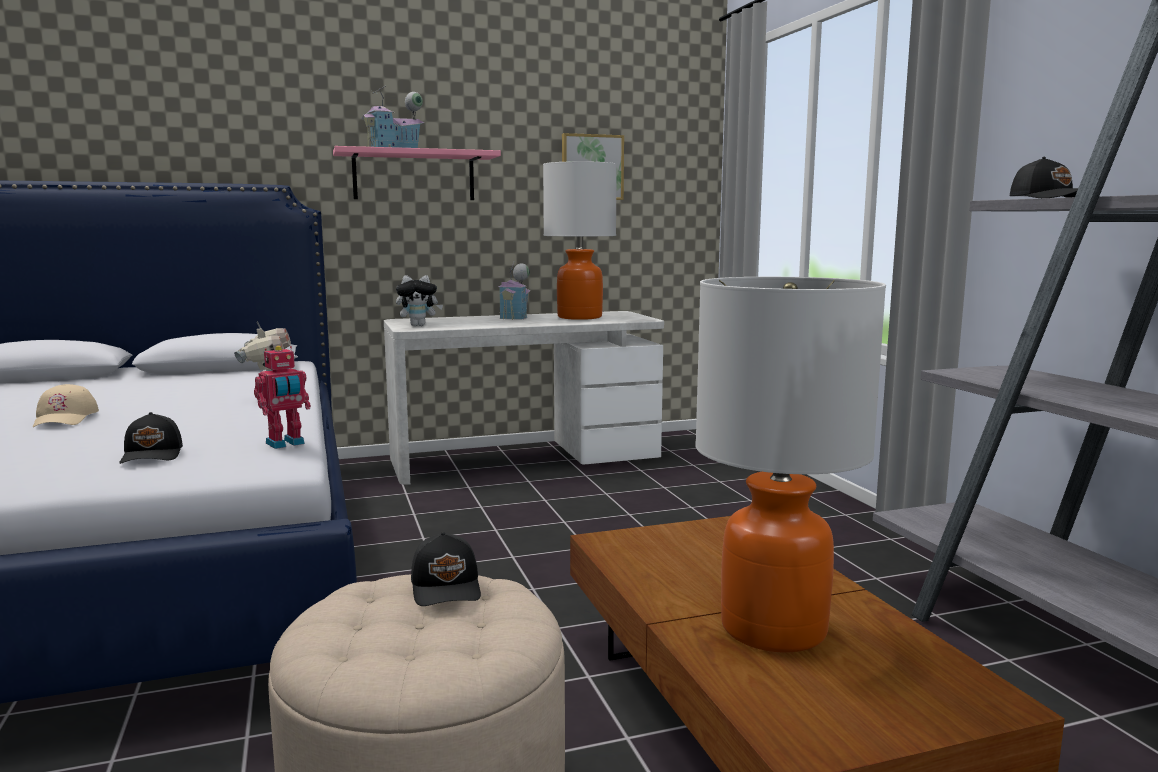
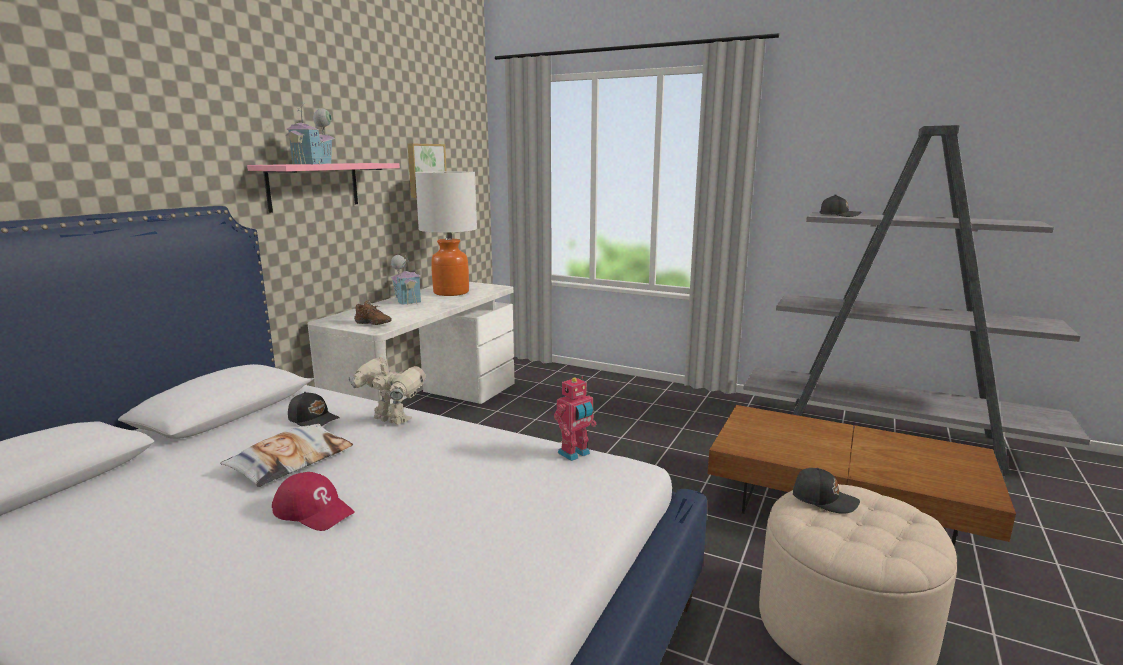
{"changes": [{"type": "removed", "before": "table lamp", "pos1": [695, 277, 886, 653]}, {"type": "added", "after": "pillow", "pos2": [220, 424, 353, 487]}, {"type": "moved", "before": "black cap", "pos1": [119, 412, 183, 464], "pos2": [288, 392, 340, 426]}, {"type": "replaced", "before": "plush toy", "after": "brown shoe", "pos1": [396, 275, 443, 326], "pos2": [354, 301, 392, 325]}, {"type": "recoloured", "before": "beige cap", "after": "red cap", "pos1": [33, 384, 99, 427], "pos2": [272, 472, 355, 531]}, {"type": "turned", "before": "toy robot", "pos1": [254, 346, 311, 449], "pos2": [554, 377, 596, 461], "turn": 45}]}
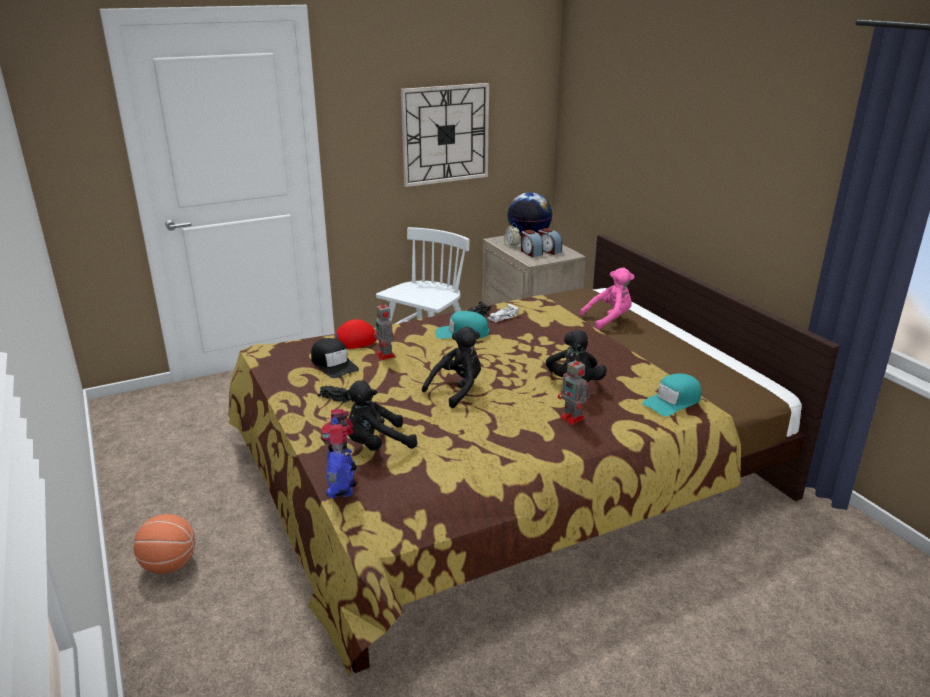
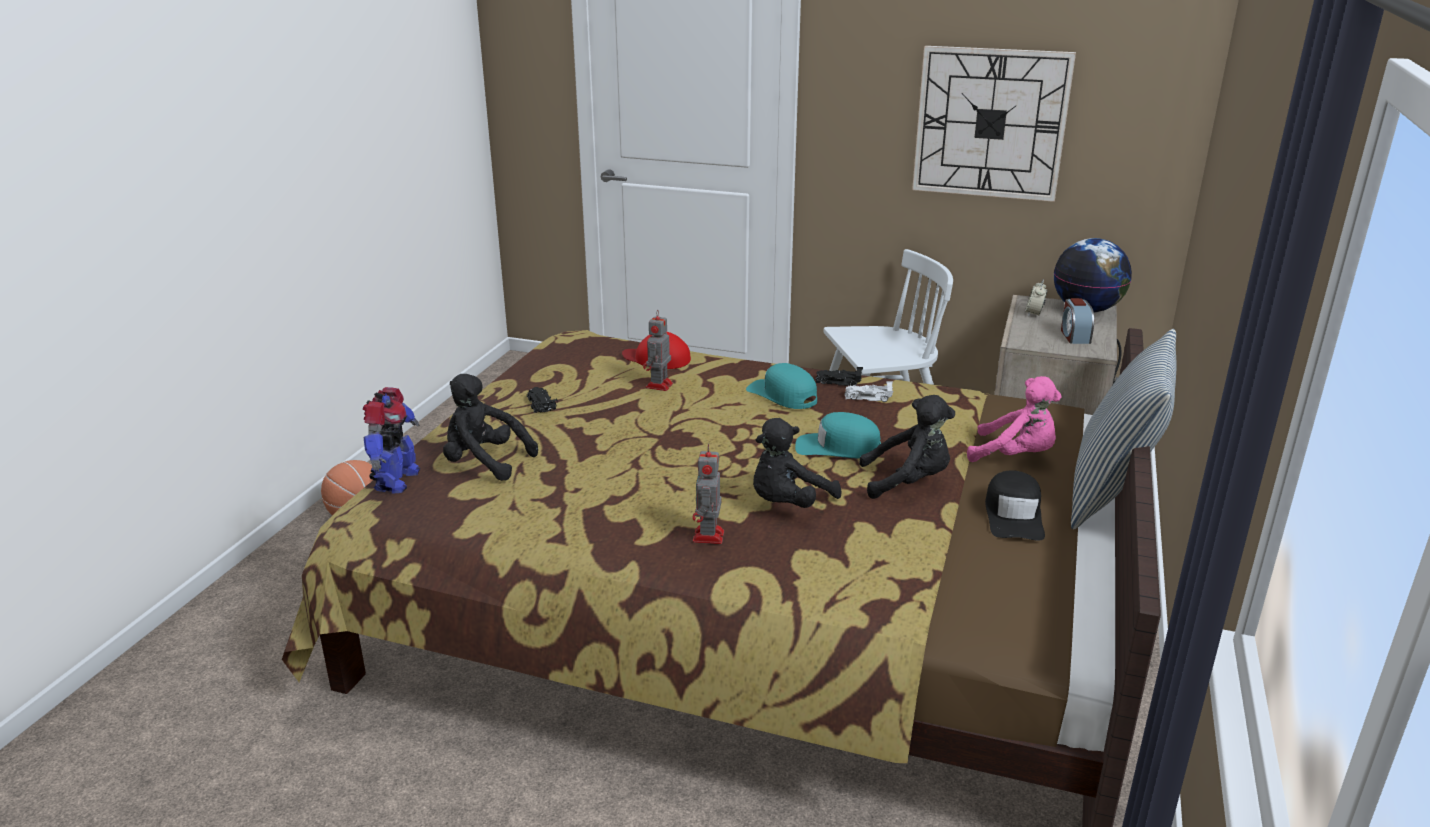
{"changes": [{"type": "removed", "before": "alarm clock", "pos1": [521, 230, 543, 257]}, {"type": "added", "after": "pillow", "pos2": [1071, 329, 1177, 529]}, {"type": "moved", "before": "black cap", "pos1": [311, 338, 359, 378], "pos2": [985, 470, 1045, 541]}, {"type": "moved", "before": "black plush toy", "pos1": [422, 326, 481, 408], "pos2": [859, 395, 955, 499]}, {"type": "moved", "before": "turquoise cap", "pos1": [642, 373, 701, 416], "pos2": [795, 412, 881, 459]}, {"type": "turned", "before": "toy robot", "pos1": [320, 409, 357, 498], "pos2": [363, 387, 420, 494], "turn": 150}]}
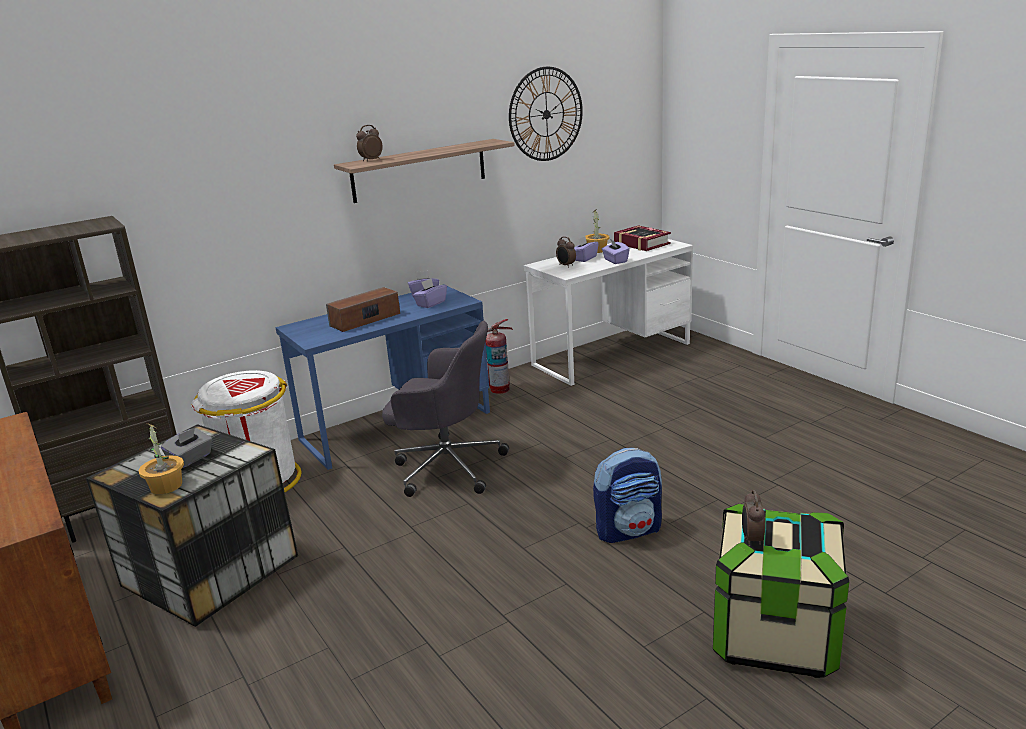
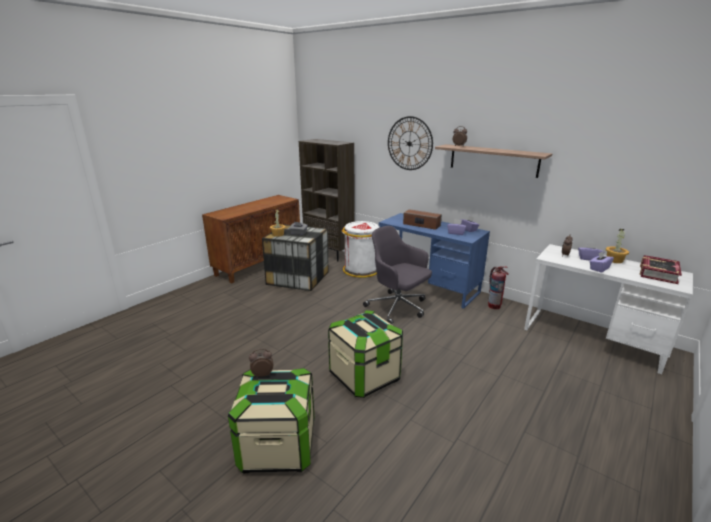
{"changes": [{"type": "moved", "before": "wall clock", "pos1": [509, 67, 583, 161], "pos2": [388, 116, 433, 170]}, {"type": "replaced", "before": "backpack", "after": "storage box", "pos1": [593, 448, 662, 543], "pos2": [328, 310, 403, 398]}, {"type": "turned", "before": "grey office chair", "pos1": [382, 321, 509, 497], "pos2": [363, 226, 432, 324], "turn": 135}]}
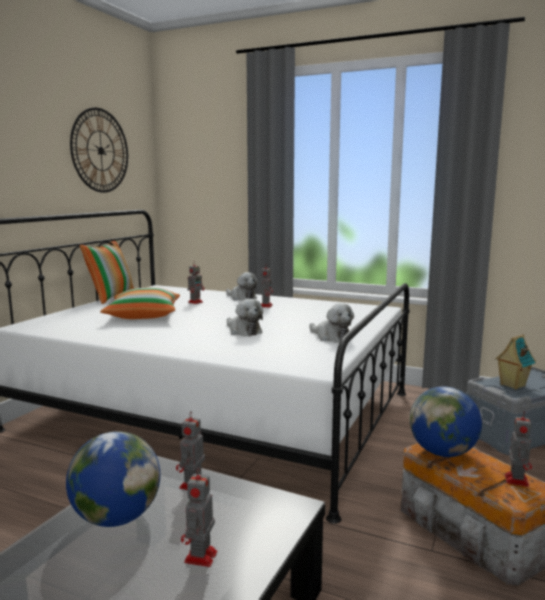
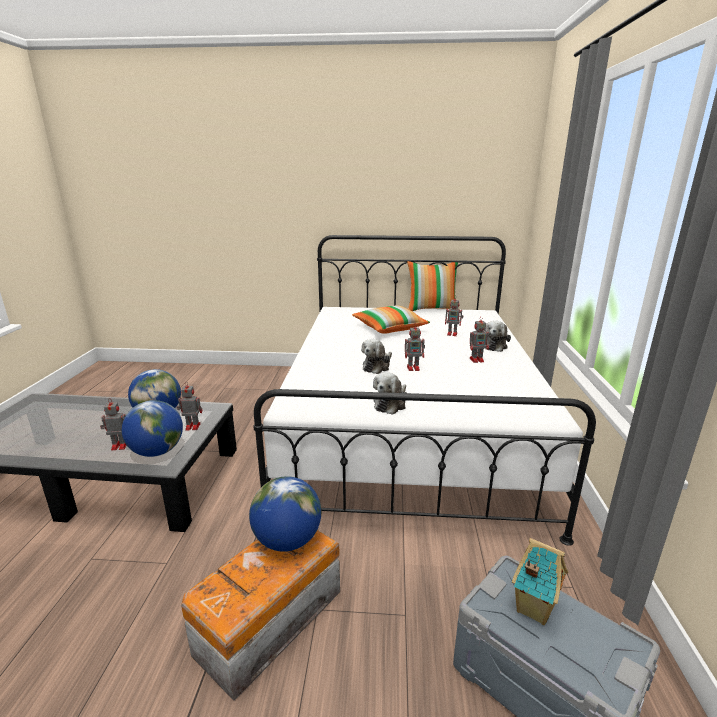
{"changes": [{"type": "removed", "before": "wall clock", "pos1": [70, 108, 128, 193]}, {"type": "added", "after": "globe", "pos2": [122, 400, 183, 457]}, {"type": "moved", "before": "toy robot", "pos1": [505, 412, 532, 487], "pos2": [405, 325, 425, 371]}]}
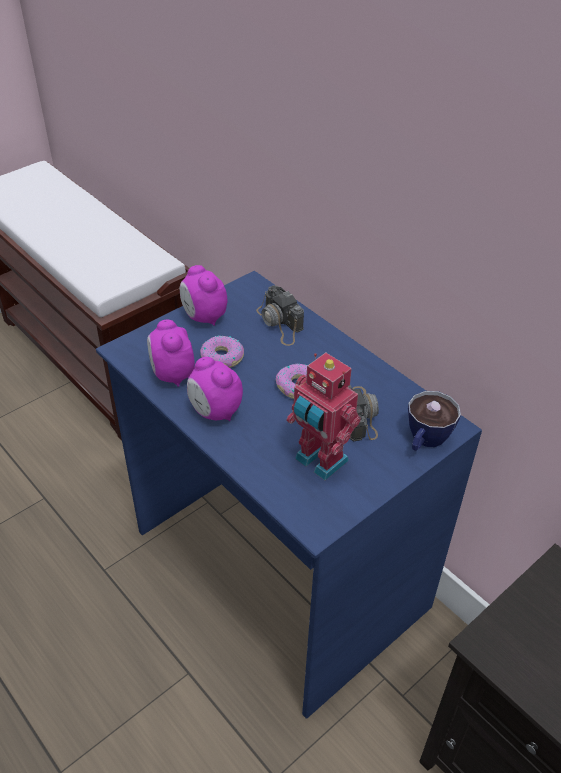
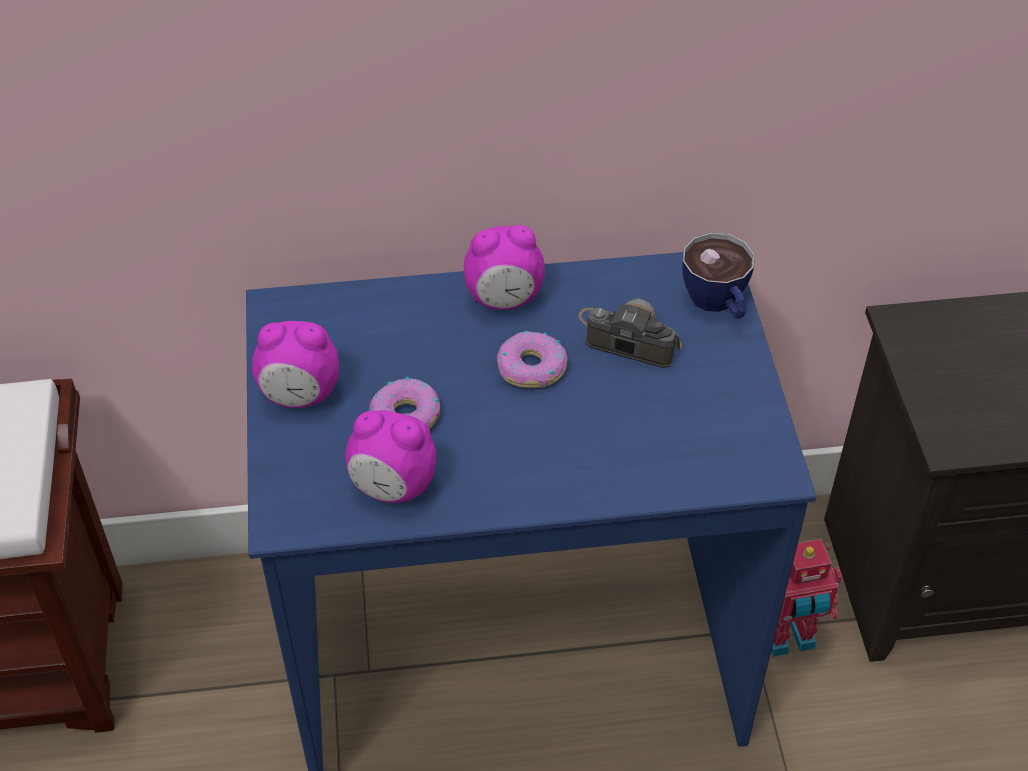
{"changes": [{"type": "removed", "before": "photo camera", "pos1": [256, 285, 304, 346]}, {"type": "moved", "before": "alarm clock", "pos1": [187, 357, 243, 421], "pos2": [464, 225, 545, 310]}, {"type": "moved", "before": "toy robot", "pos1": [287, 353, 361, 480], "pos2": [771, 539, 842, 657]}]}
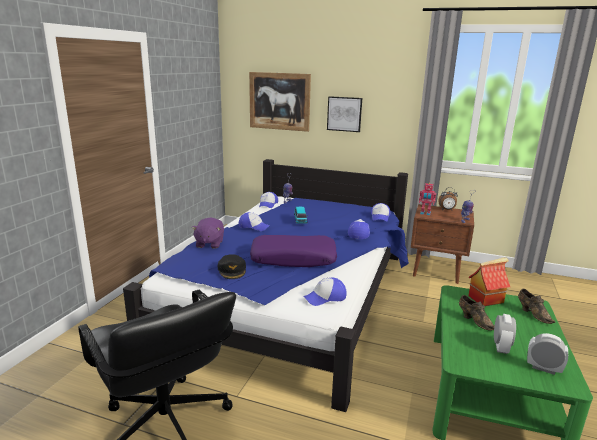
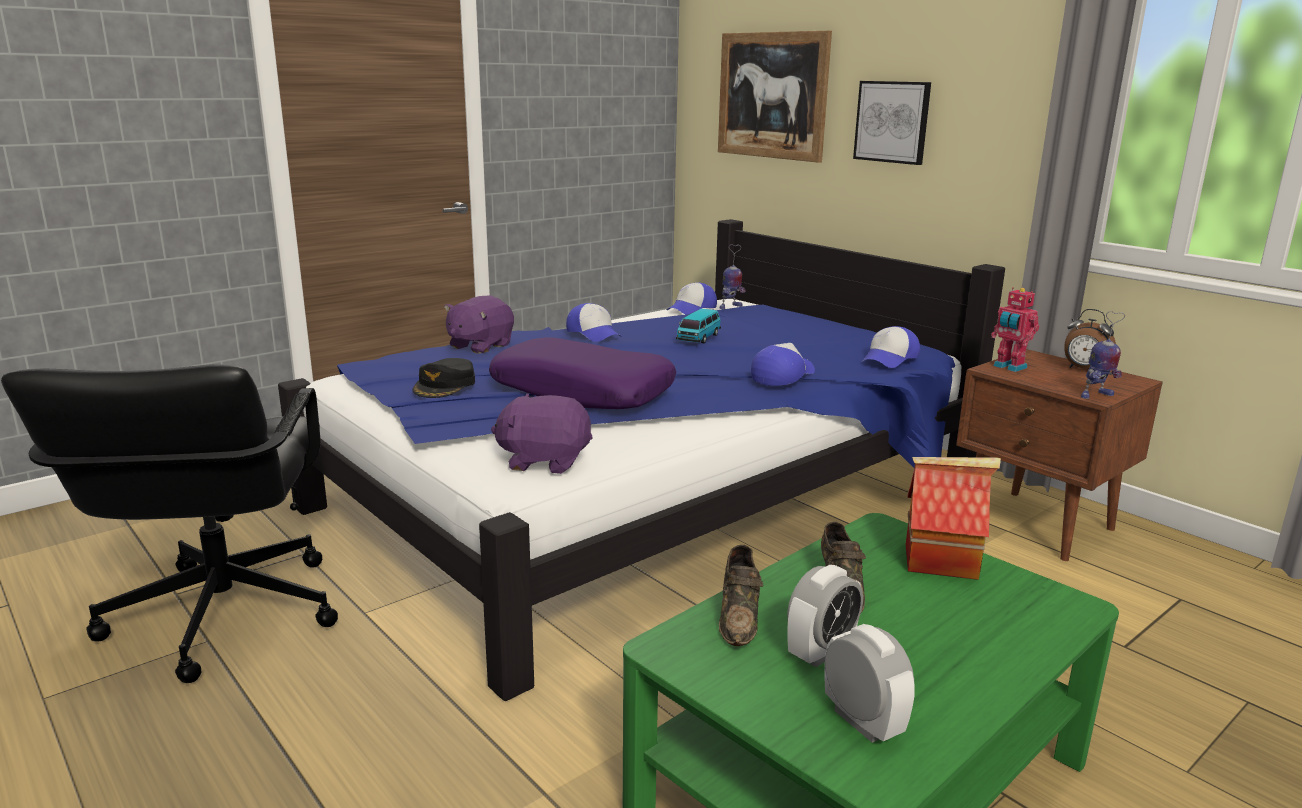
{"changes": [{"type": "moved", "before": "brown shoe", "pos1": [518, 289, 555, 324], "pos2": [719, 545, 763, 646]}, {"type": "replaced", "before": "cap", "after": "purple plush toy", "pos1": [303, 278, 347, 306], "pos2": [491, 393, 593, 474]}]}
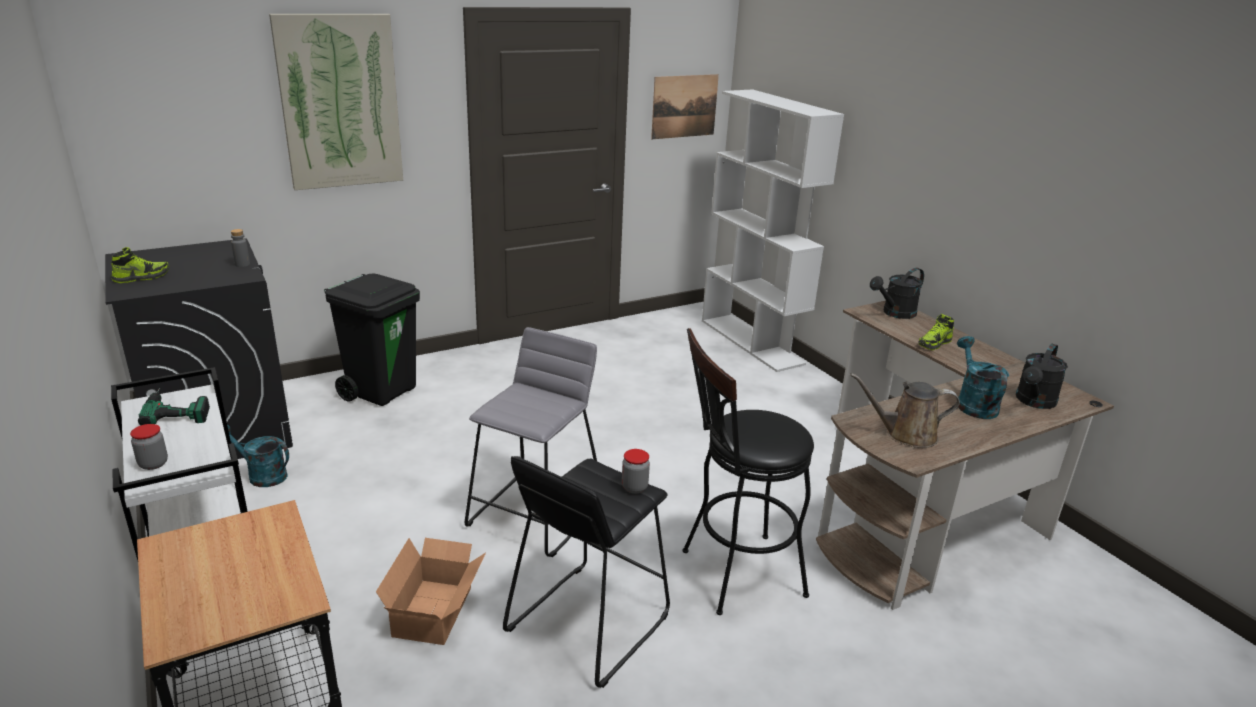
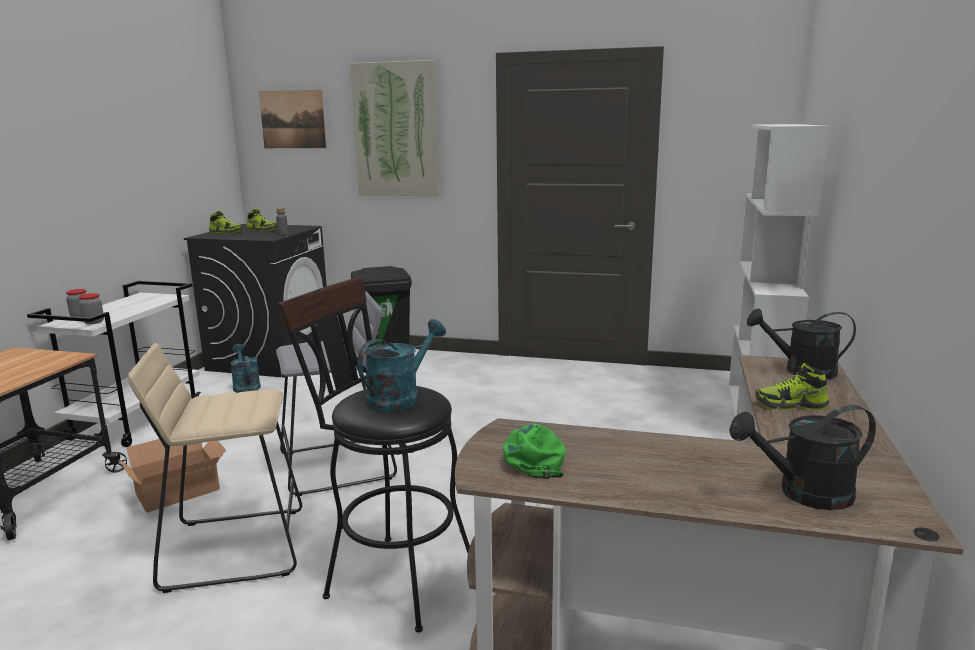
{"changes": [{"type": "removed", "before": "power drill", "pos1": [138, 388, 210, 426]}, {"type": "added", "after": "shoe", "pos2": [246, 208, 277, 231]}, {"type": "moved", "before": "jar", "pos1": [622, 449, 650, 493], "pos2": [79, 293, 104, 324]}, {"type": "moved", "before": "picture", "pos1": [651, 74, 719, 139], "pos2": [259, 90, 327, 148]}, {"type": "moved", "before": "turquoise watering can", "pos1": [957, 336, 1009, 419], "pos2": [357, 319, 446, 412]}, {"type": "replaced", "before": "brown watering can", "after": "green cap", "pos1": [850, 373, 960, 448], "pos2": [503, 423, 566, 479]}, {"type": "recoloured", "before": "black stool", "after": "beige stool", "pos1": [503, 456, 670, 688], "pos2": [128, 343, 302, 593]}]}
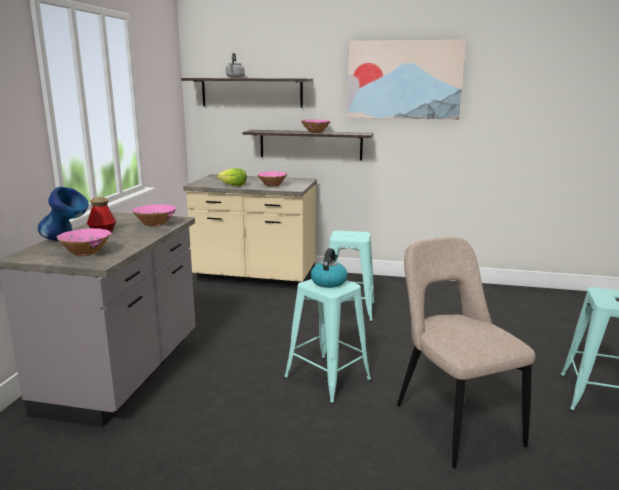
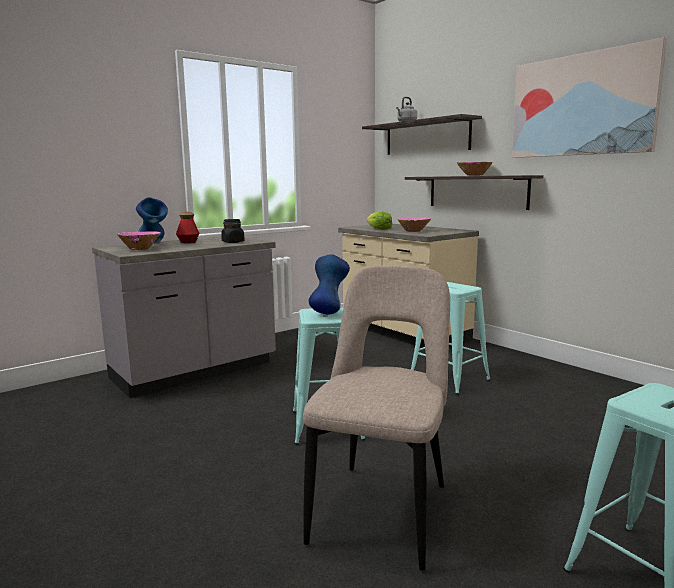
{"changes": [{"type": "replaced", "before": "pink bowl", "after": "black jar", "pos1": [132, 204, 176, 226], "pos2": [221, 219, 245, 243]}, {"type": "replaced", "before": "kettle", "after": "blue vase", "pos1": [311, 248, 348, 288], "pos2": [309, 254, 350, 315]}]}
